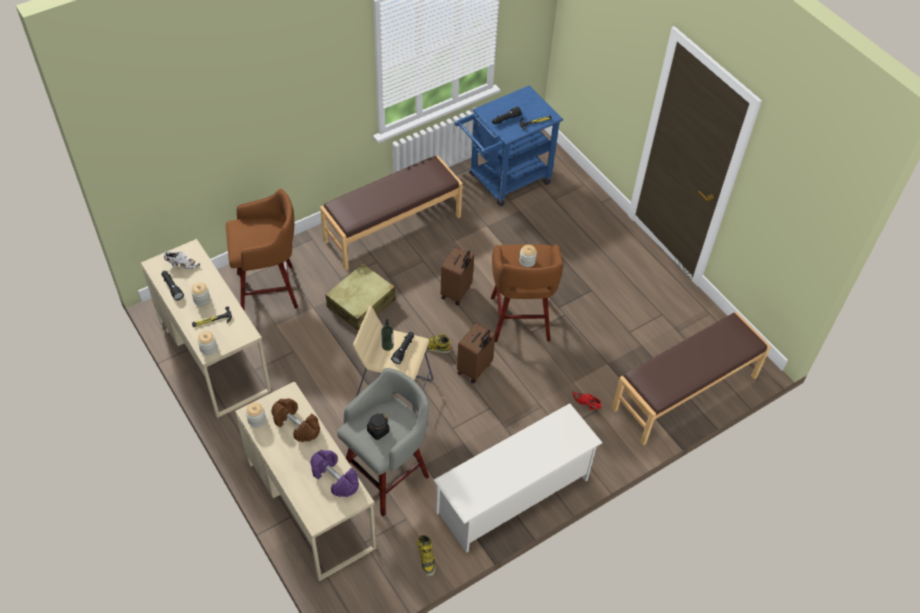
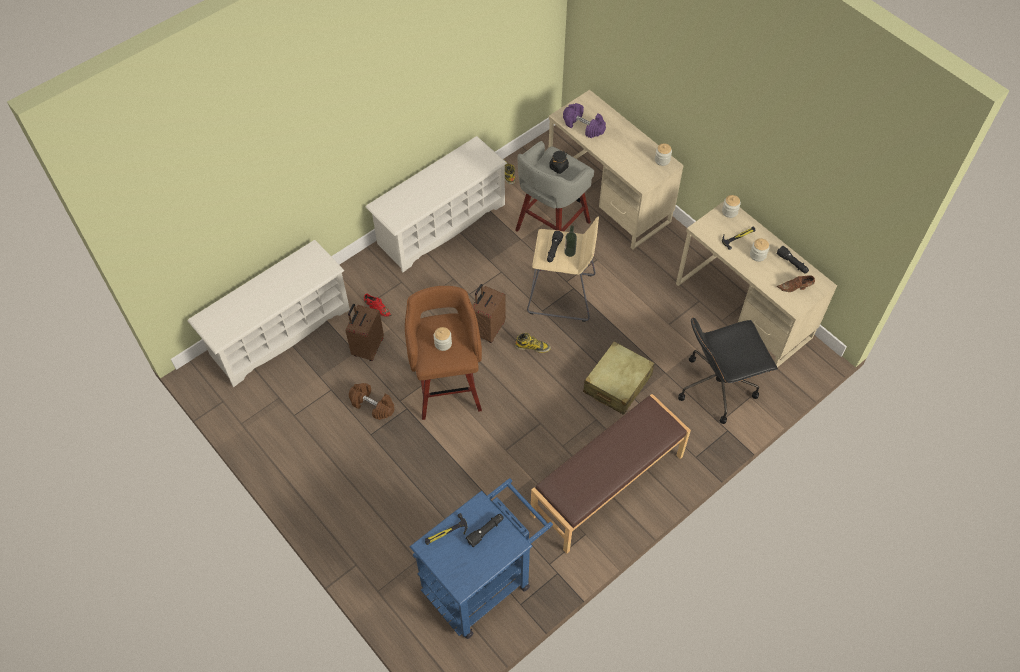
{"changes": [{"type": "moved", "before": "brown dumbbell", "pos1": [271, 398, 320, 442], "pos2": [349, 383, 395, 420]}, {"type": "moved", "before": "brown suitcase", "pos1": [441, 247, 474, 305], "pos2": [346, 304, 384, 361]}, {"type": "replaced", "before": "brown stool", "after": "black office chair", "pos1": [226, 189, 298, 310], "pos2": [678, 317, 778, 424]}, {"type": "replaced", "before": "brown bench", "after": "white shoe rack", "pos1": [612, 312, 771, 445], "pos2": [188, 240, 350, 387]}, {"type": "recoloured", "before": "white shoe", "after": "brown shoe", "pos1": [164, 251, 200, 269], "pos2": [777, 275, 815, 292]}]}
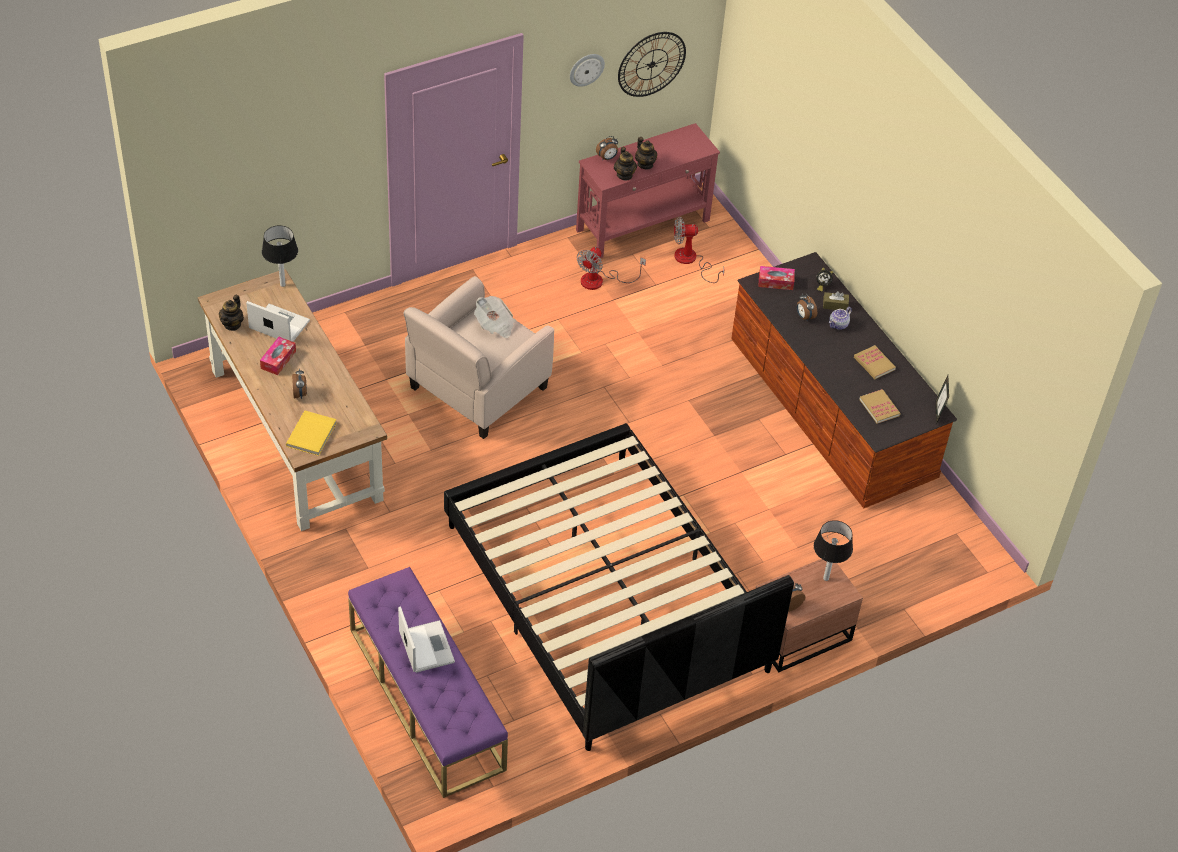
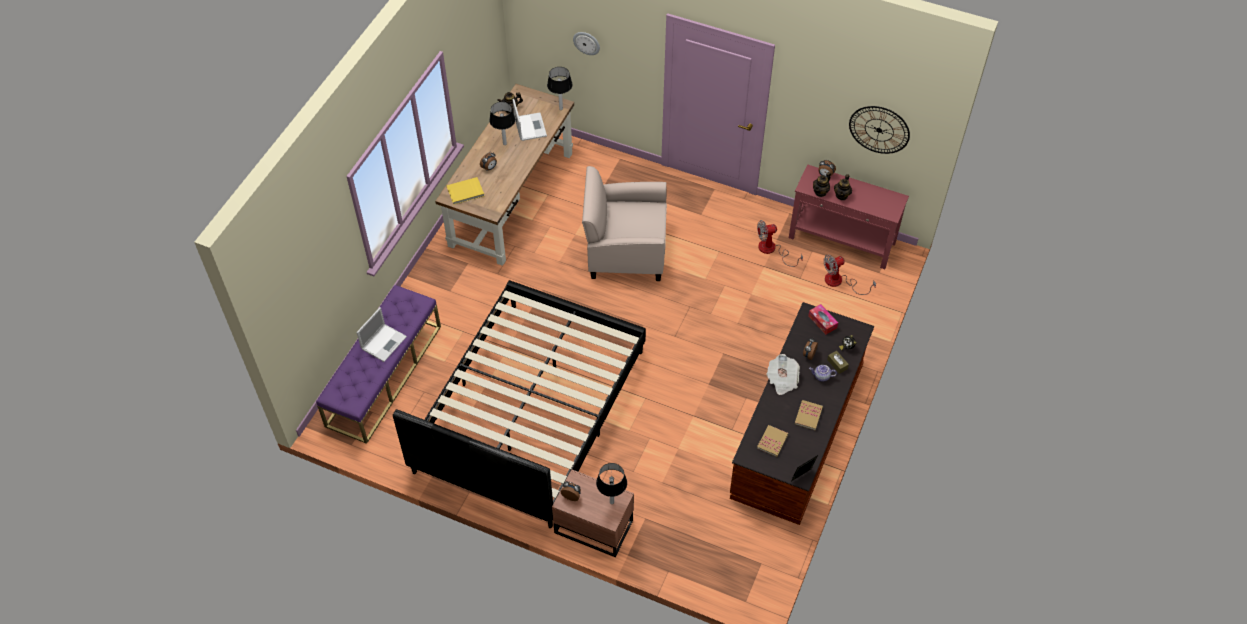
{"changes": [{"type": "moved", "before": "newspaper", "pos1": [474, 296, 516, 339], "pos2": [767, 354, 800, 395]}, {"type": "moved", "before": "wall clock", "pos1": [570, 54, 605, 87], "pos2": [573, 32, 600, 55]}, {"type": "replaced", "before": "tissue box", "after": "table lamp", "pos1": [260, 337, 296, 375], "pos2": [489, 102, 515, 145]}, {"type": "turned", "before": "fan", "pos1": [674, 217, 724, 283], "pos2": [824, 255, 876, 295], "turn": -75}]}
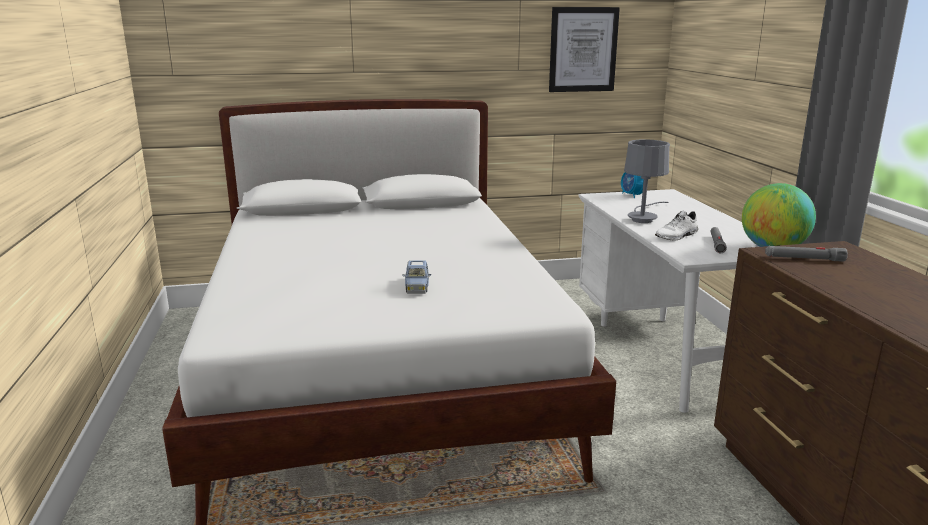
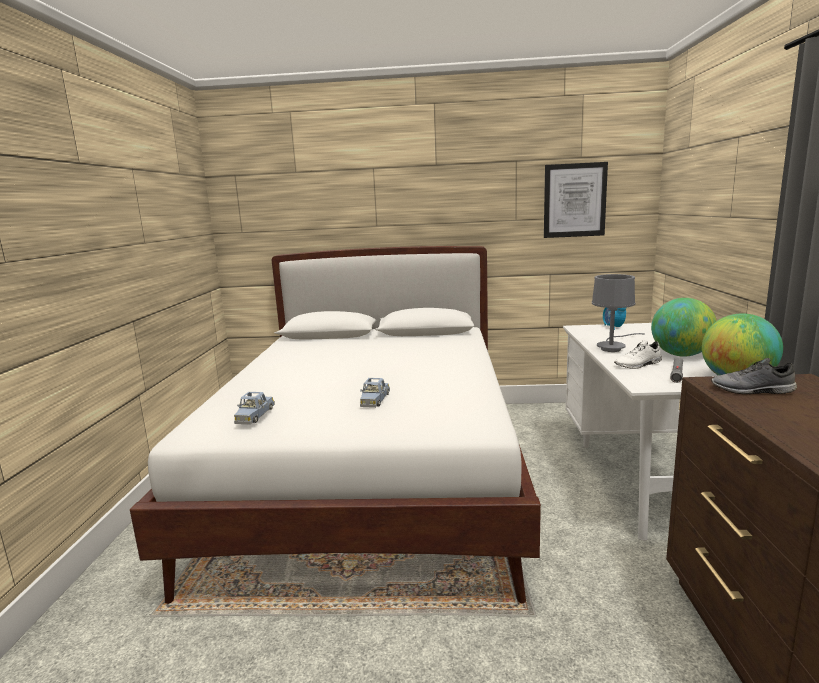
{"changes": [{"type": "added", "after": "blue toy car", "pos2": [234, 392, 275, 424]}, {"type": "added", "after": "globe", "pos2": [651, 298, 717, 357]}, {"type": "replaced", "before": "grey flashlight", "after": "grey shoe", "pos1": [765, 246, 848, 262], "pos2": [711, 358, 797, 394]}]}
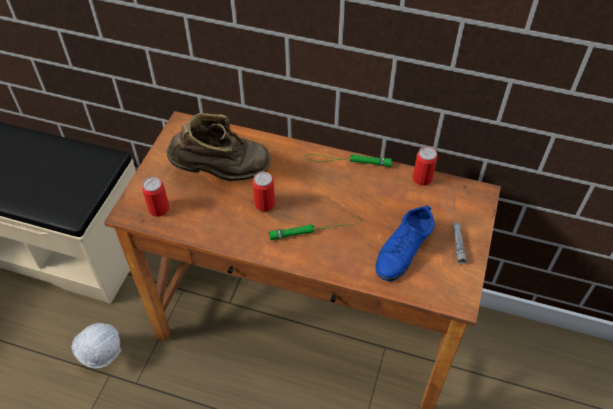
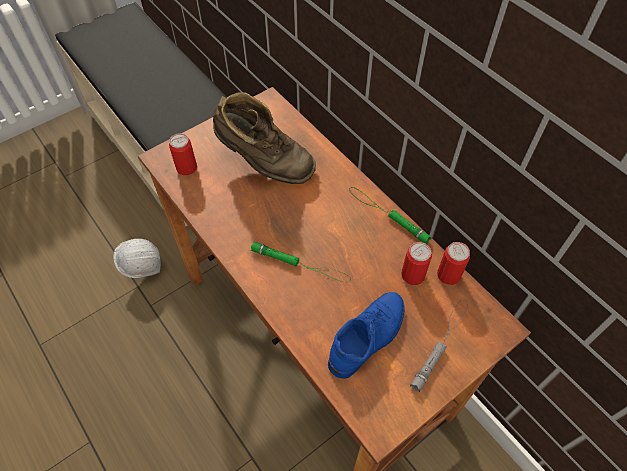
{"changes": [{"type": "moved", "before": "can", "pos1": [252, 172, 275, 212], "pos2": [401, 242, 432, 285]}, {"type": "turned", "before": "blue shoe", "pos1": [376, 205, 435, 281], "pos2": [328, 292, 405, 379], "turn": 150}]}
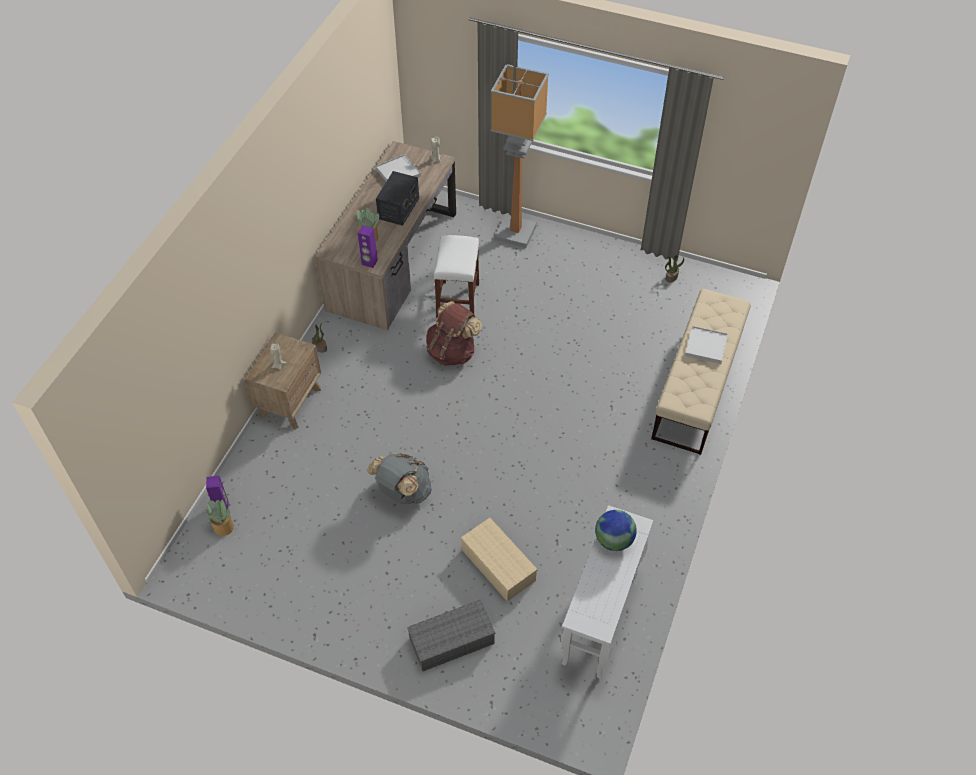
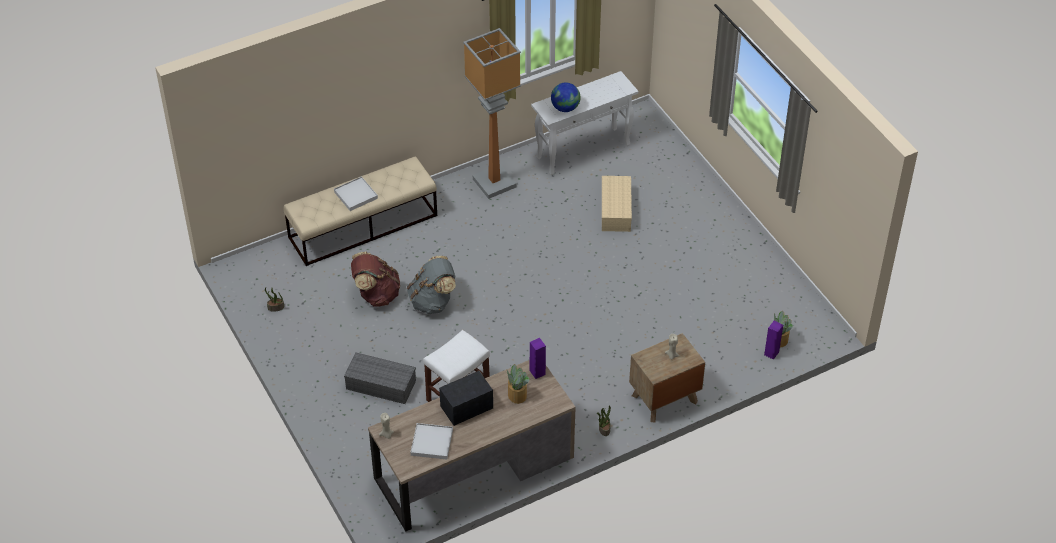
{"changes": [{"type": "moved", "before": "grey backpack", "pos1": [367, 453, 432, 504], "pos2": [407, 256, 456, 315]}, {"type": "moved", "before": "grey storage box", "pos1": [407, 600, 495, 671], "pos2": [344, 352, 416, 404]}, {"type": "moved", "before": "brown backpack", "pos1": [426, 301, 482, 366], "pos2": [351, 252, 400, 307]}, {"type": "moved", "before": "floor lamp", "pos1": [491, 64, 549, 248], "pos2": [463, 28, 521, 199]}]}
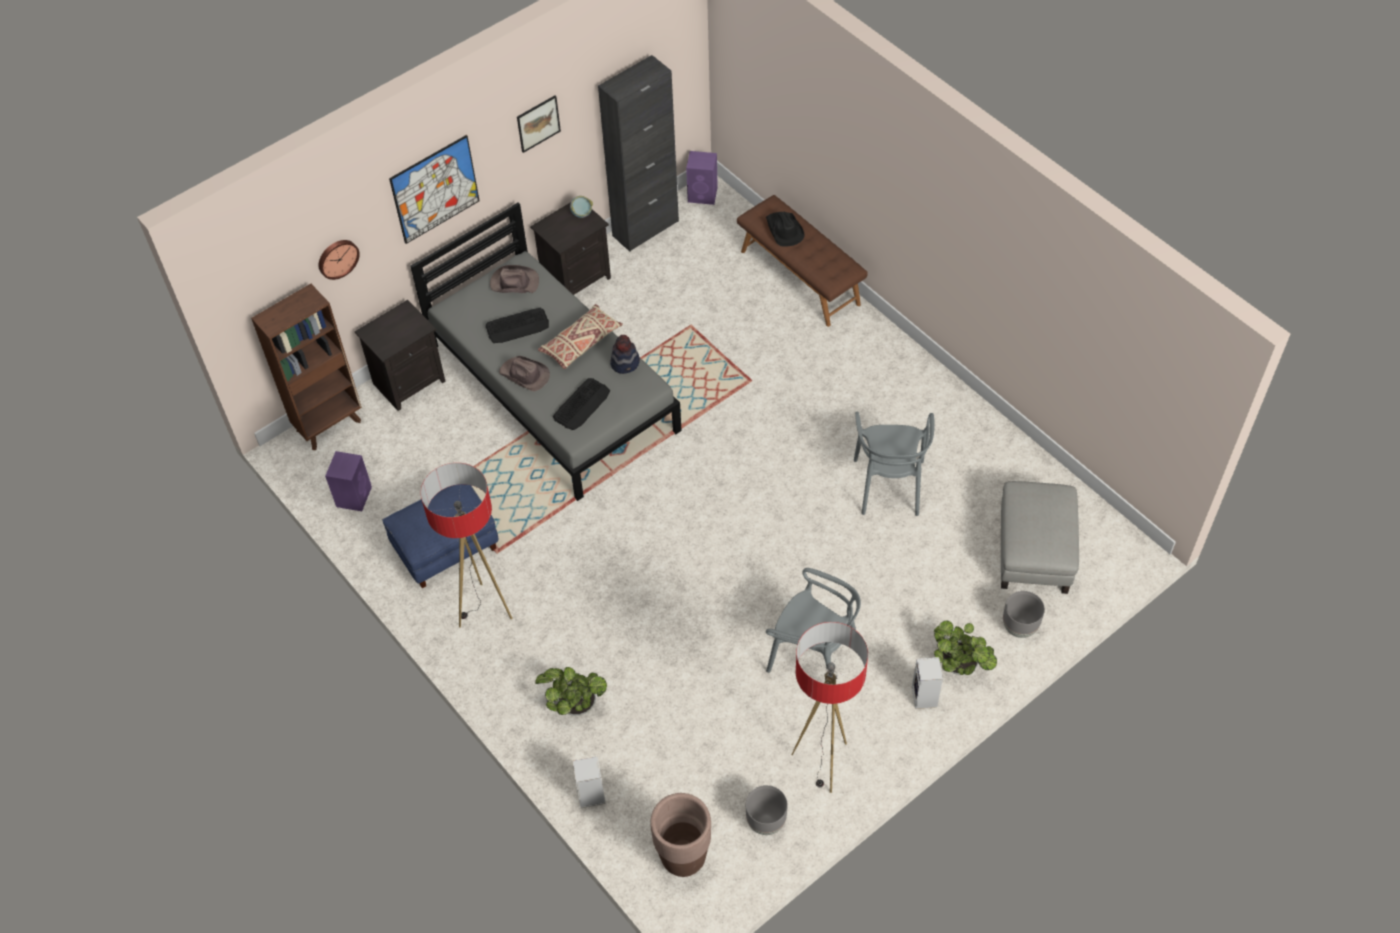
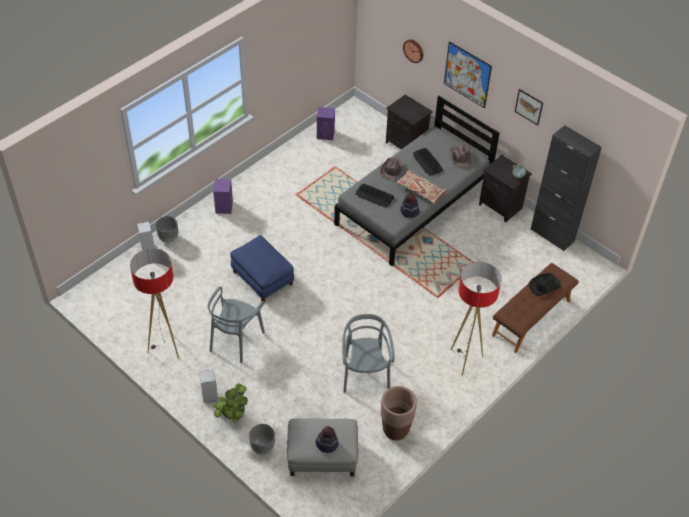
{"changes": [{"type": "removed", "before": "brown bookcase", "pos1": [251, 284, 362, 450]}, {"type": "removed", "before": "potted plant", "pos1": [535, 667, 607, 716]}, {"type": "added", "after": "hat", "pos2": [316, 426, 339, 453]}, {"type": "moved", "before": "blue ottoman", "pos1": [382, 484, 498, 588], "pos2": [230, 235, 294, 302]}, {"type": "moved", "before": "floor lamp", "pos1": [421, 463, 512, 628], "pos2": [451, 262, 502, 376]}, {"type": "moved", "before": "brown planter", "pos1": [650, 793, 711, 877], "pos2": [381, 386, 417, 441]}, {"type": "moved", "before": "purple speaker", "pos1": [686, 151, 718, 205], "pos2": [213, 179, 233, 214]}, {"type": "moved", "before": "grey planter", "pos1": [746, 785, 788, 835], "pos2": [156, 216, 178, 243]}, {"type": "turned", "before": "grey chair", "pos1": [854, 412, 935, 516], "pos2": [342, 314, 395, 393], "turn": 90}]}
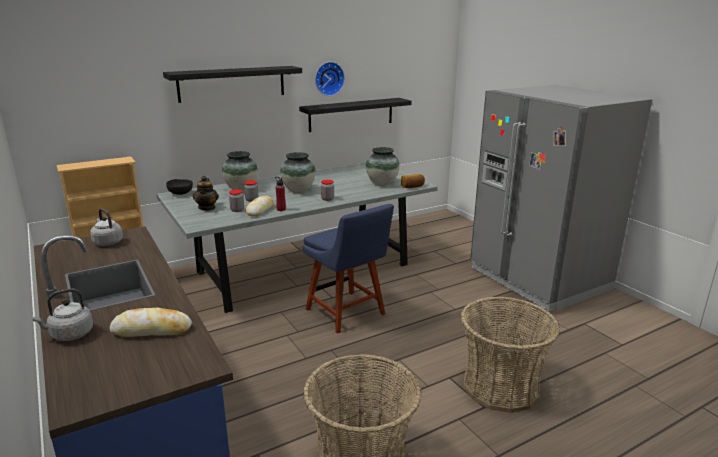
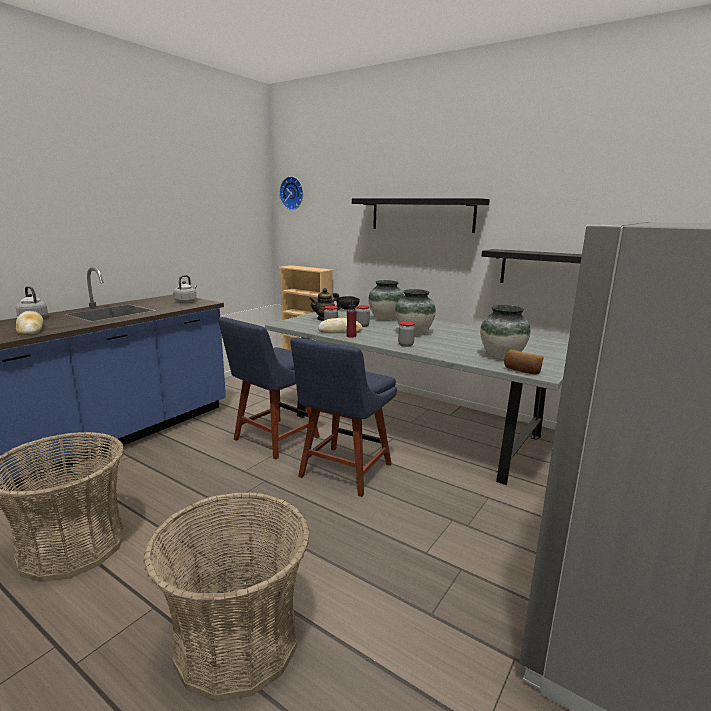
{"changes": [{"type": "added", "after": "blue chair", "pos2": [218, 317, 320, 460]}, {"type": "moved", "before": "wall clock", "pos1": [315, 62, 345, 96], "pos2": [279, 176, 303, 210]}]}
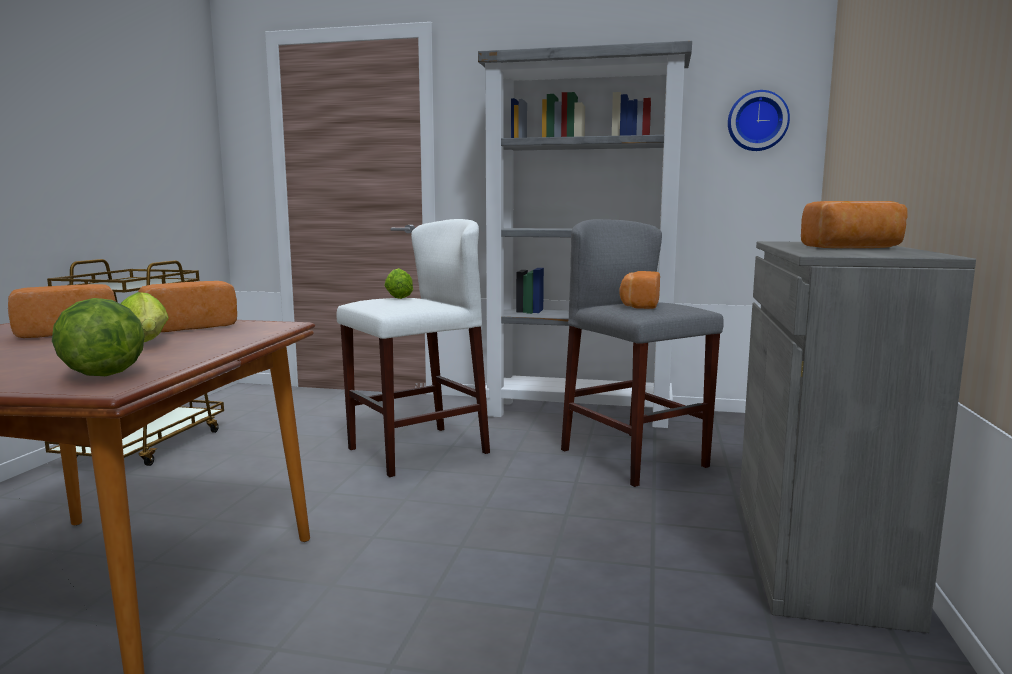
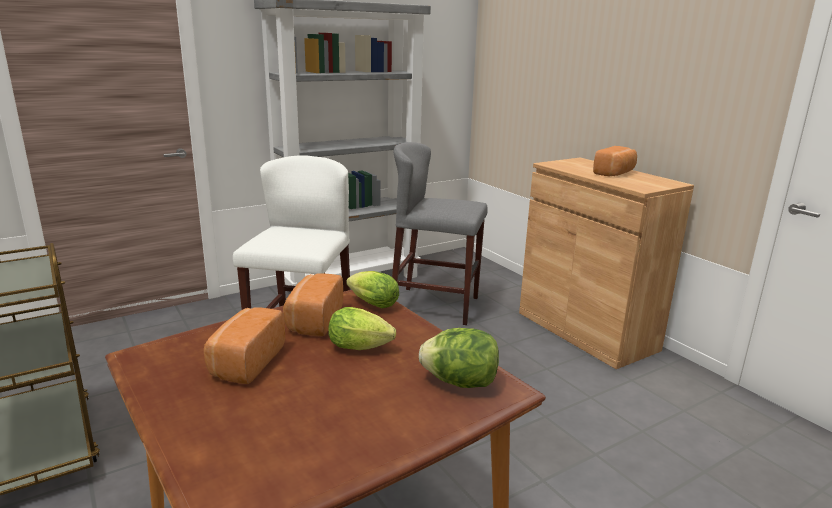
{"changes": [{"type": "removed", "before": "bread", "pos1": [619, 271, 660, 309]}, {"type": "removed", "before": "wall clock", "pos1": [728, 90, 790, 151]}, {"type": "moved", "before": "lettuce", "pos1": [384, 268, 413, 299], "pos2": [346, 271, 399, 308]}, {"type": "recoloured", "before": "grey cabinet", "after": "brown cabinet", "pos1": [739, 241, 976, 633], "pos2": [519, 158, 694, 369]}]}
